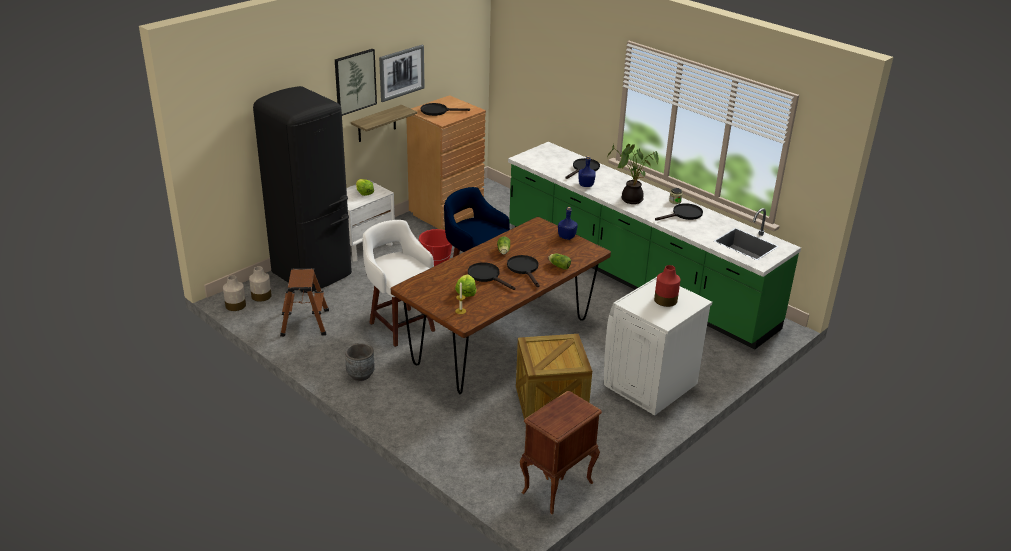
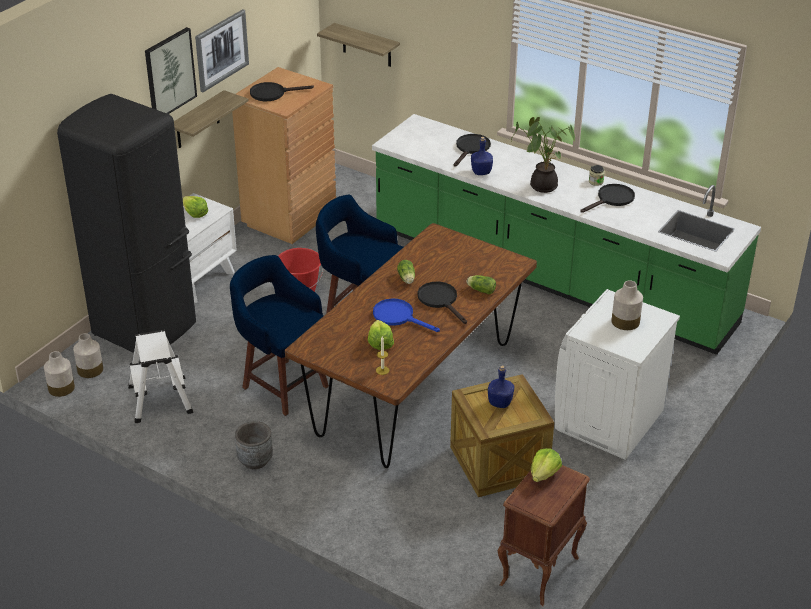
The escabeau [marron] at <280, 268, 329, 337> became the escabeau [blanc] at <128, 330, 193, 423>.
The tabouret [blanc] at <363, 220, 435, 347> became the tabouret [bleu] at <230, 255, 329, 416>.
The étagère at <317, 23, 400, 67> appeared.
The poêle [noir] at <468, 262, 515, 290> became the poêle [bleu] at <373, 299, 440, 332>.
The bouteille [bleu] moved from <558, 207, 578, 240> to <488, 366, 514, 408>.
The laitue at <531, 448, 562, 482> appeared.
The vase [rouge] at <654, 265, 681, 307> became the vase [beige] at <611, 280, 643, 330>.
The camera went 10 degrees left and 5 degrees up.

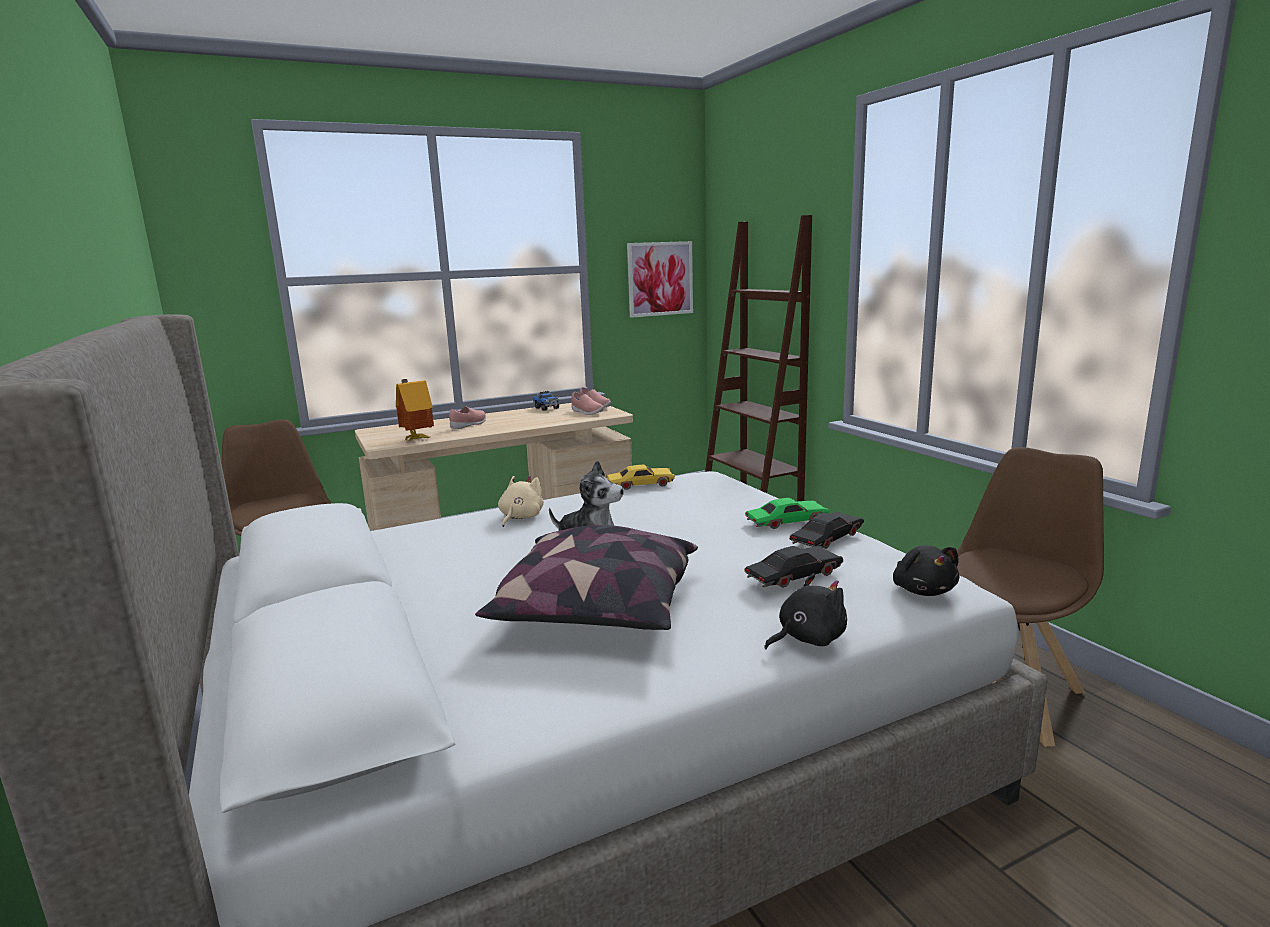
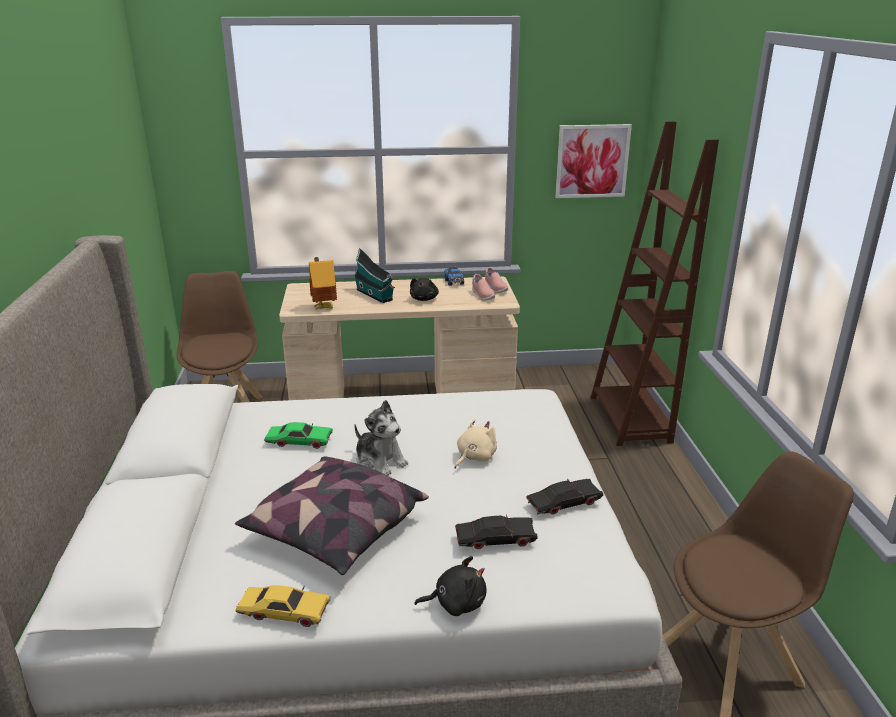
The petite voiture [jaune] moved from <606, 465, 675, 490> to <236, 585, 331, 627>.
The petite voiture [vert] moved from <745, 498, 829, 529> to <264, 422, 333, 449>.
The chaussure [rose] at <449, 407, 486, 429> was replaced by the maison miniature at <353, 248, 395, 303>.
The peluche [noir] moved from <893, 545, 959, 596> to <410, 278, 439, 301>.
The peluche [beige] moved from <498, 476, 544, 527> to <454, 419, 497, 469>.
The camera went 20 degrees right and 10 degrees up.

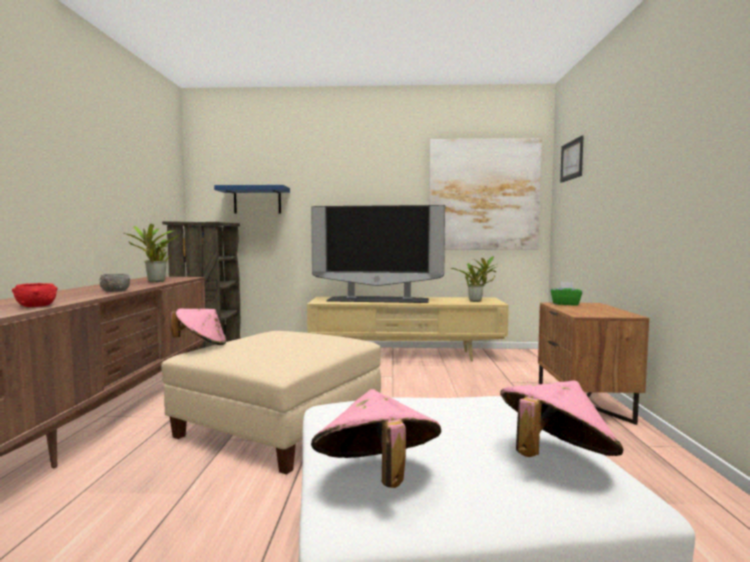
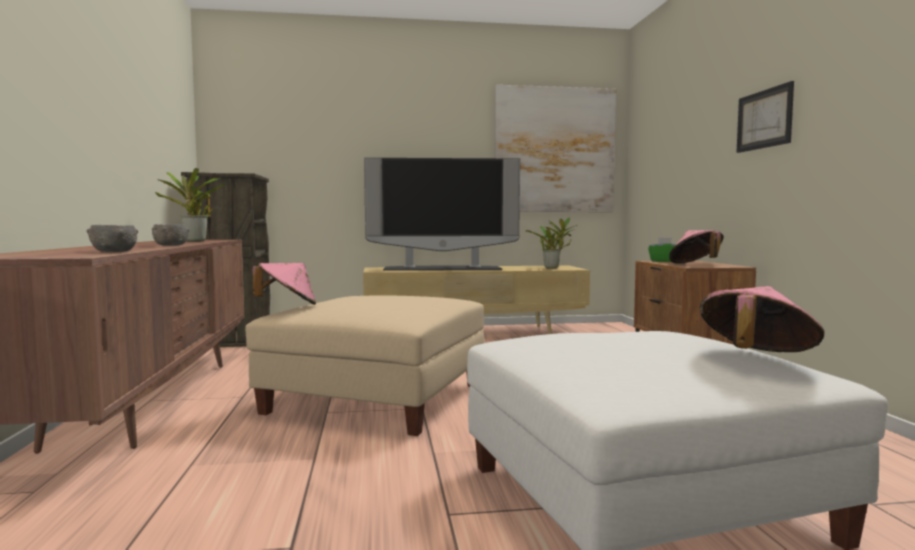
The bol [rouge] at <12, 283, 58, 307> became the bol [gris] at <87, 225, 138, 252>.
The chapeau [rose] moved from <311, 389, 441, 488> to <669, 230, 724, 264>.
The tableau moved from <560, 136, 584, 183> to <737, 81, 794, 153>.
The étagère [bleu] at <214, 185, 290, 214> disappeared.
The camera went 10 degrees left and 0 degrees up.

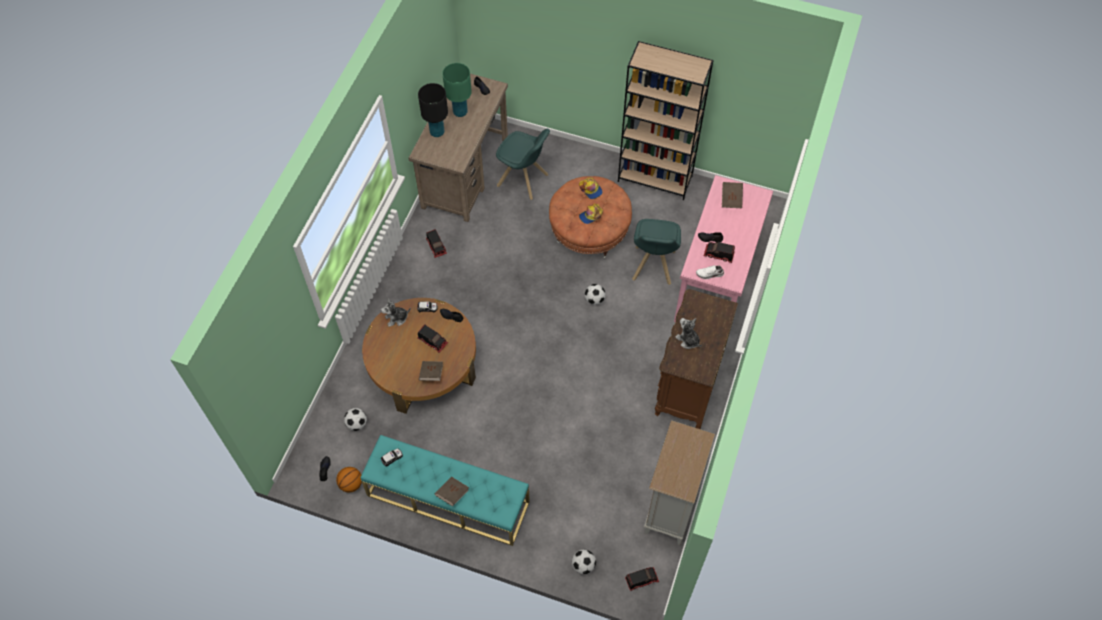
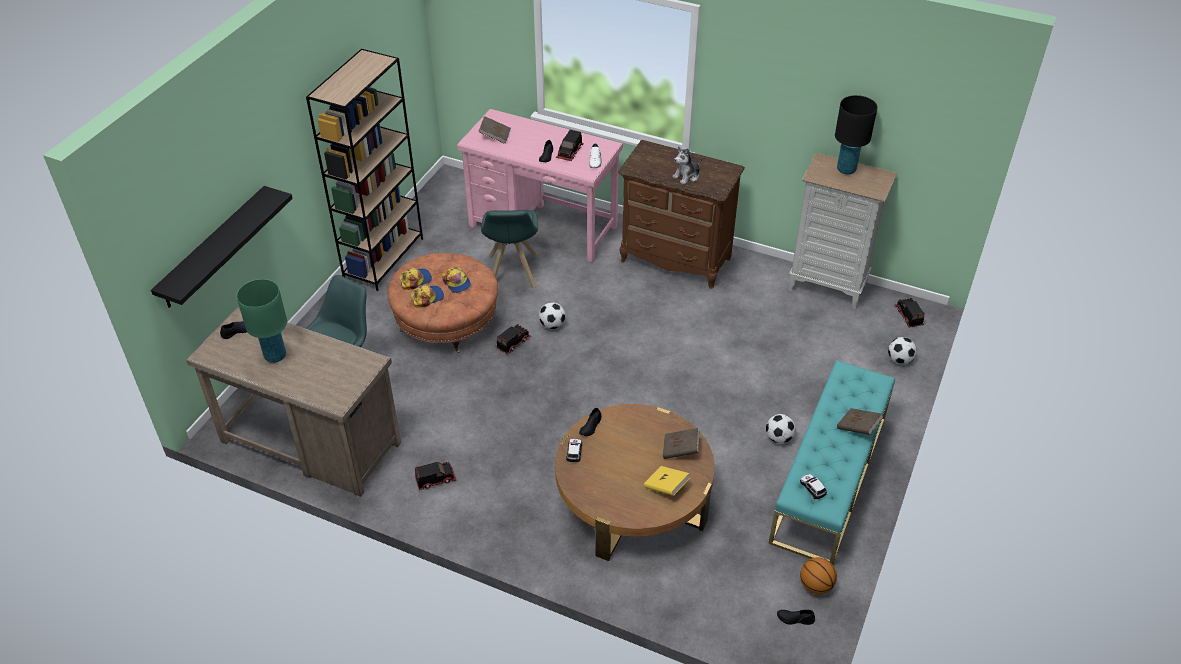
The étagère [noir] at <151, 186, 293, 308> appeared.
The casquette at <411, 285, 444, 308> appeared.
The chaise [turquoise] at <632, 219, 681, 285> turned 75 degrees clockwise.
The camion jouet moved from <418, 325, 448, 353> to <495, 324, 531, 355>.
The livre [jaune] at <644, 466, 691, 496> appeared.
The ballon de foot moved from <344, 408, 367, 431> to <766, 414, 796, 444>.
The lampe de table [noir] moved from <418, 83, 448, 137> to <835, 95, 878, 175>.
The peluche at <381, 299, 411, 327> disappeared.
The camera went 85 degrees left and 15 degrees down.

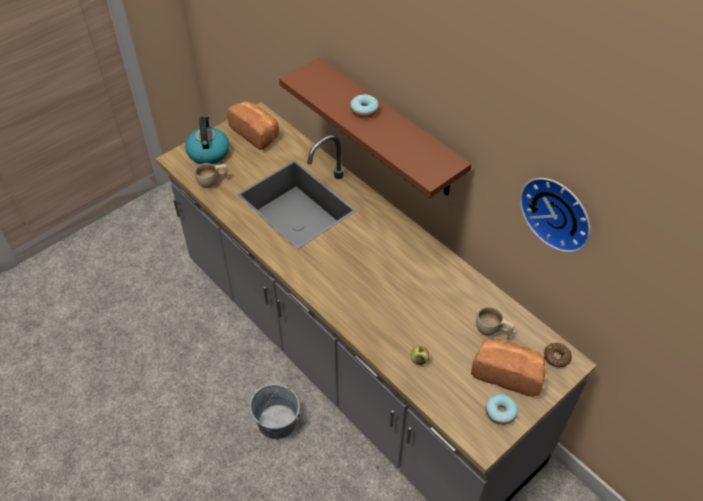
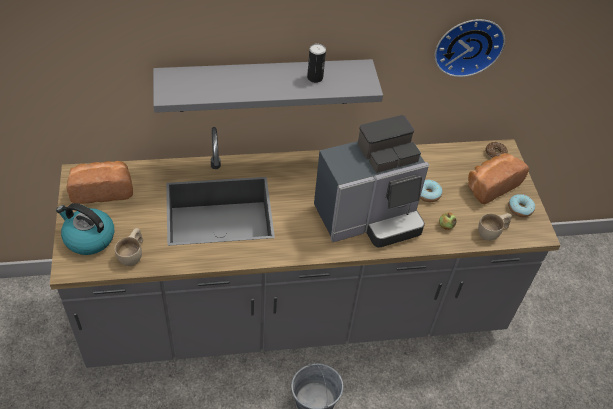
The étagère [marron] at <279, 58, 471, 198> became the étagère [gris] at <153, 59, 383, 113>.
The boîte métallique at <307, 44, 326, 83> appeared.
The machine à café at <314, 115, 429, 247> appeared.
The beignet moved from <350, 94, 379, 118> to <420, 180, 442, 202>.
The tasse [beige] moved from <476, 307, 514, 340> to <478, 213, 512, 241>.
The camera went 60 degrees left and 0 degrees up.

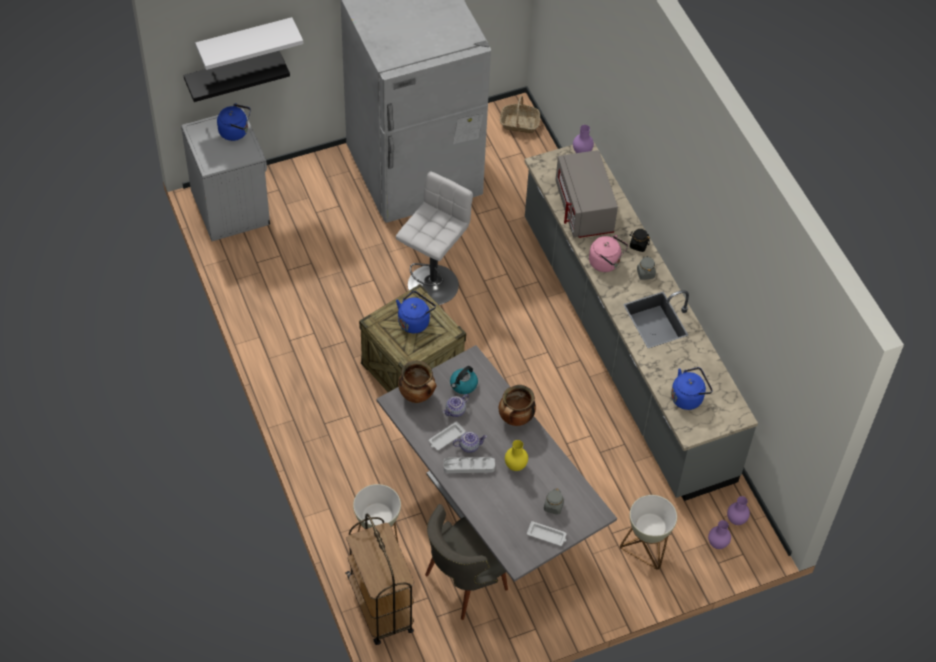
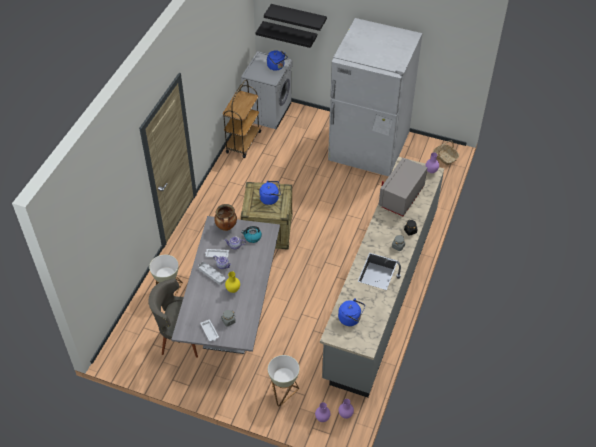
The chariot [marron] moved from <346, 513, 414, 645> to <223, 80, 261, 158>.
The étagère [blanc] at <195, 17, 303, 70> became the étagère [noir] at <264, 4, 327, 31>.
The tabouret [blanc] at <396, 172, 473, 305> disappeared.
The marmite at <499, 385, 536, 426> disappeared.
The bouilloire [rose] at <589, 235, 628, 272> disappeared.
The camera went 45 degrees right and 5 degrees down.

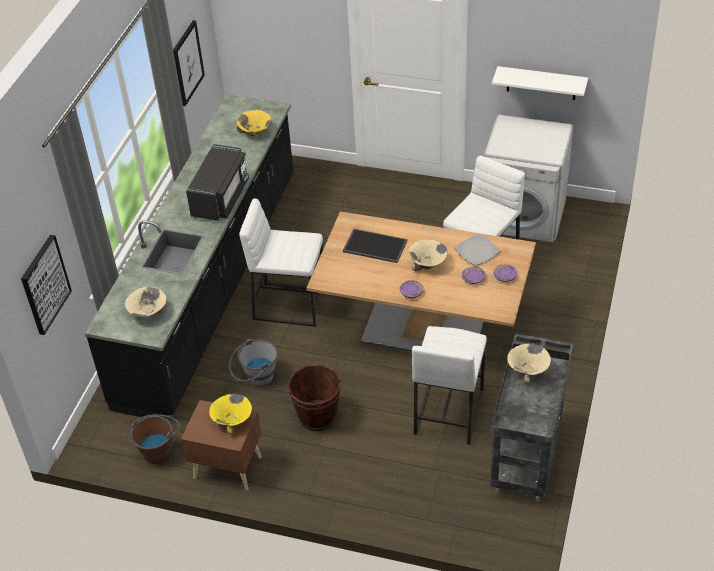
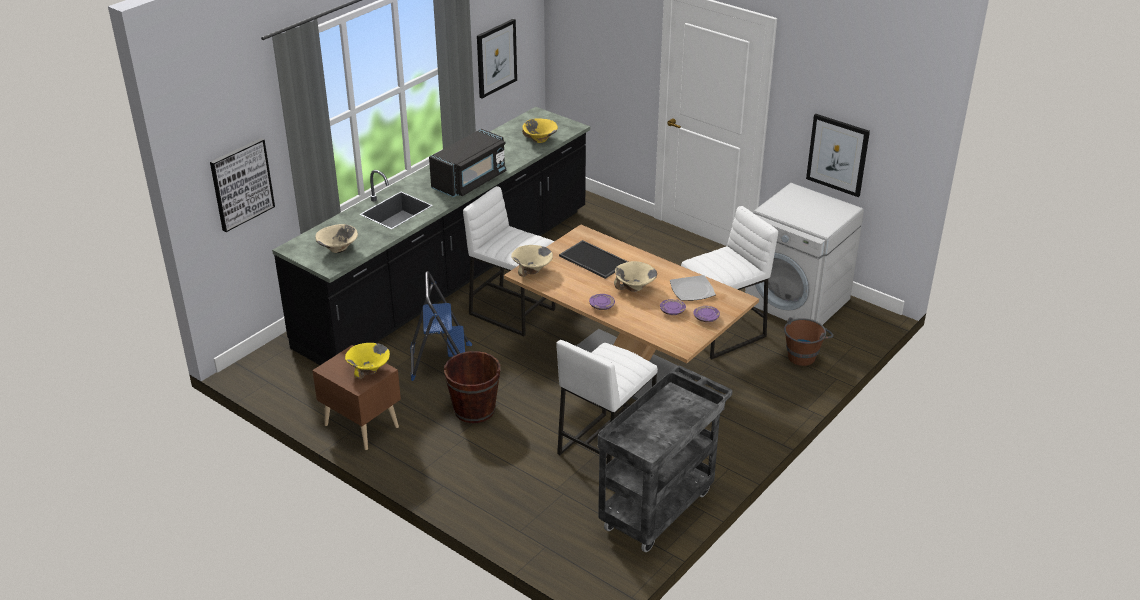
The seau [gris] at <229, 339, 278, 386> was replaced by the escabeau [bleu] at <410, 271, 472, 381>.
The bol [beige] moved from <507, 344, 551, 384> to <511, 245, 553, 277>.
The seau [marron] moved from <131, 414, 181, 464> to <784, 317, 833, 366>.
The étagère [blanc] at <492, 66, 588, 100> was replaced by the tableau at <806, 114, 870, 197>.
The camera went 20 degrees right and 10 degrees down.

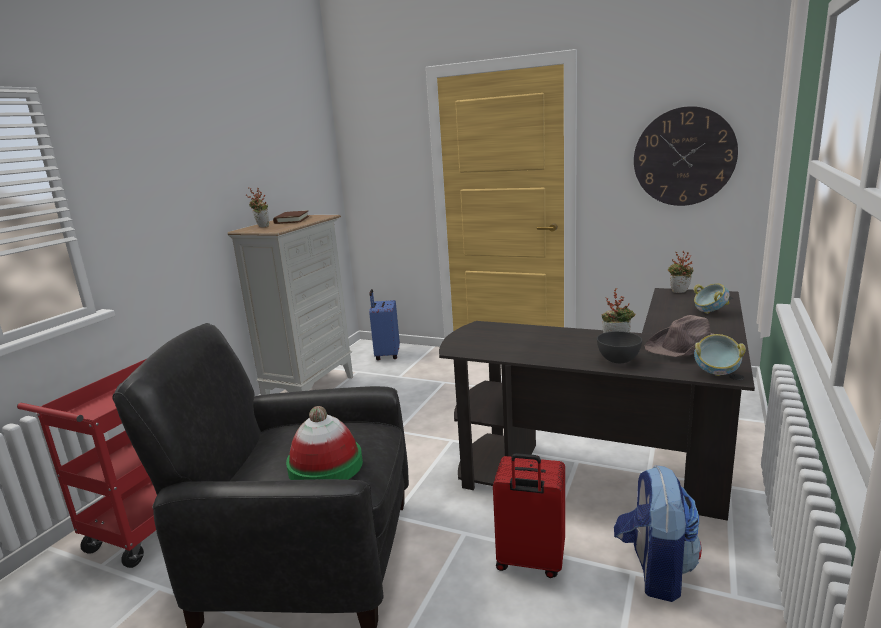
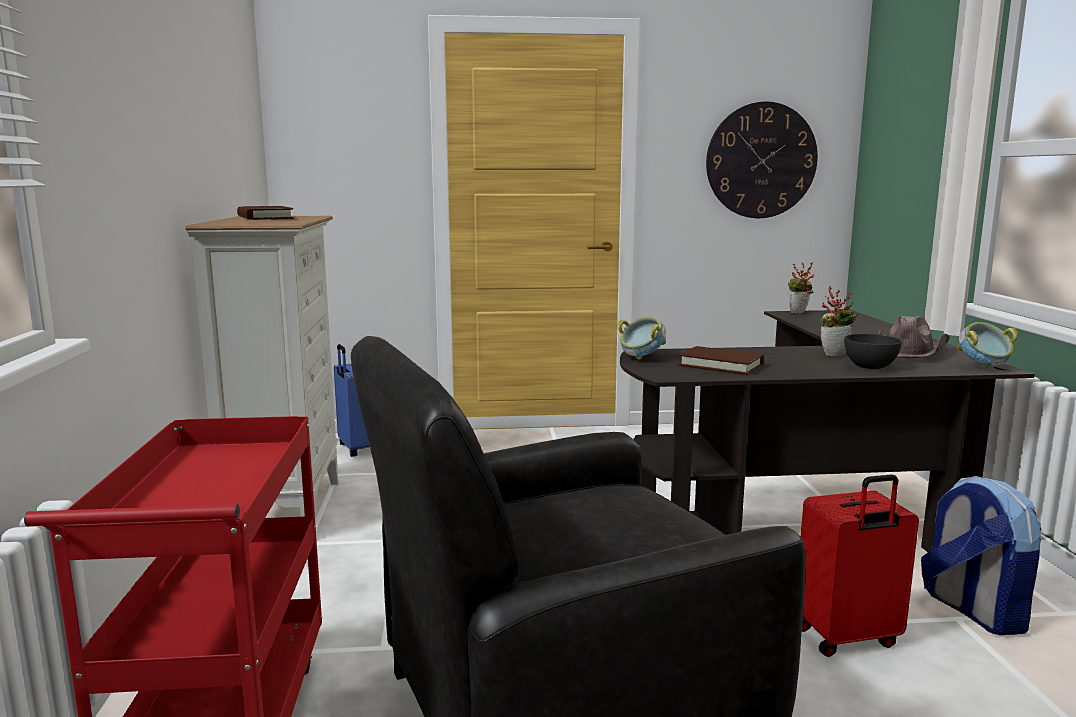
The bol moved from <694, 283, 730, 314> to <617, 316, 666, 360>.
The livre [marron] at <678, 346, 764, 375> appeared.
The plante en pot at <246, 187, 269, 227> disappeared.
The chapeau at <286, 406, 363, 480> disappeared.
The camera went 30 degrees left and 5 degrees down.

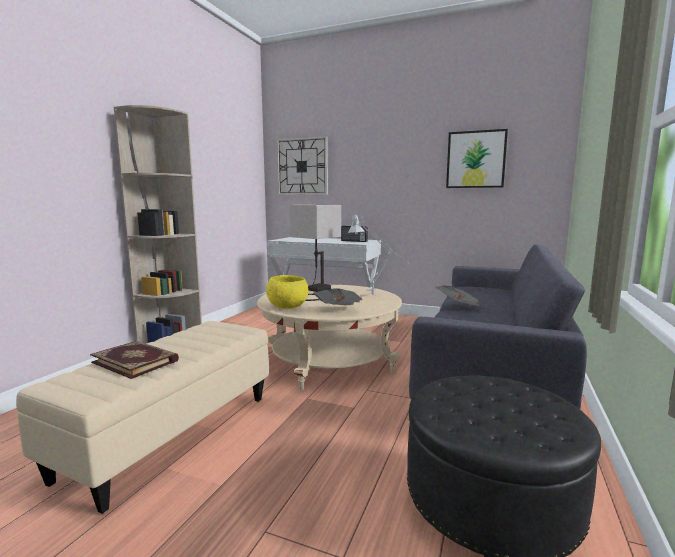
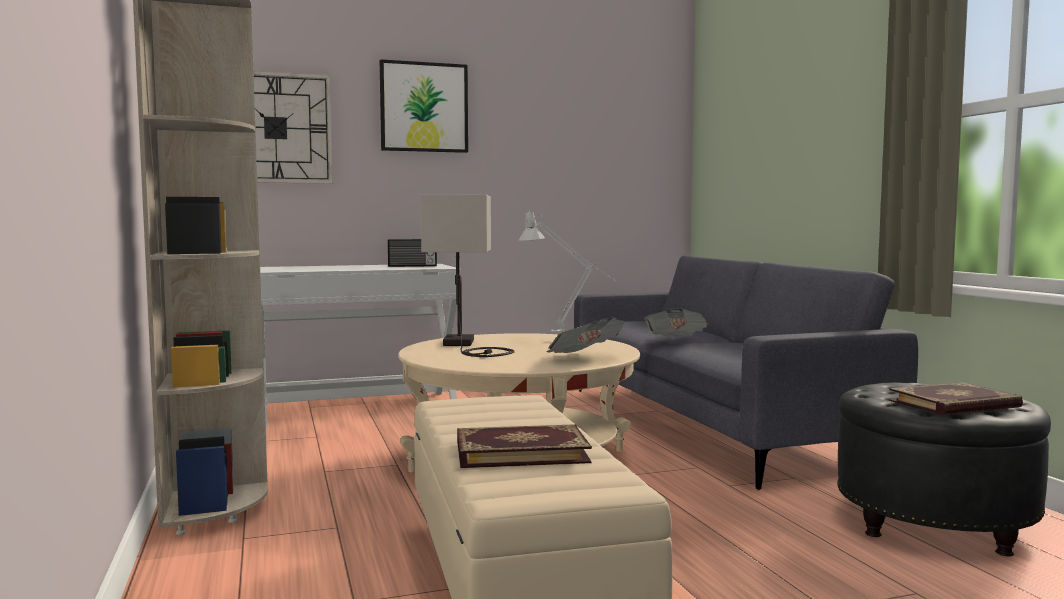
The tableau moved from <446, 129, 508, 188> to <380, 59, 468, 153>.
The livre at <889, 382, 1023, 415> appeared.
The bol [jaune] at <266, 275, 308, 309> disappeared.
The camera went 40 degrees left and 5 degrees down.

